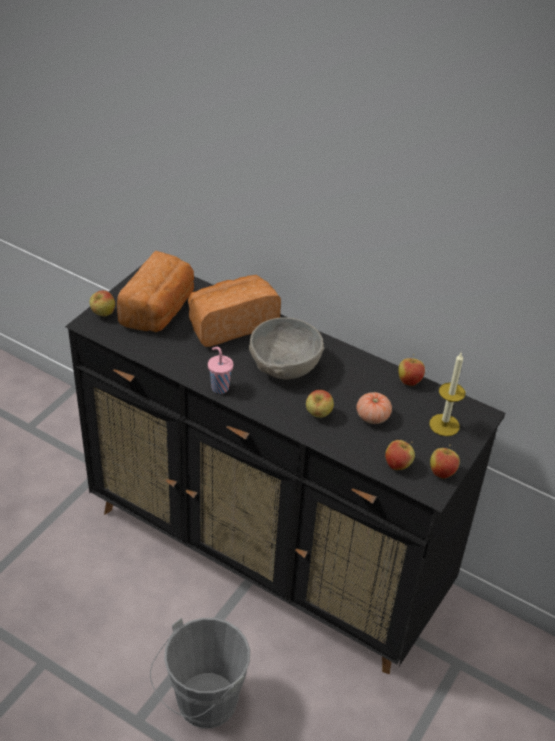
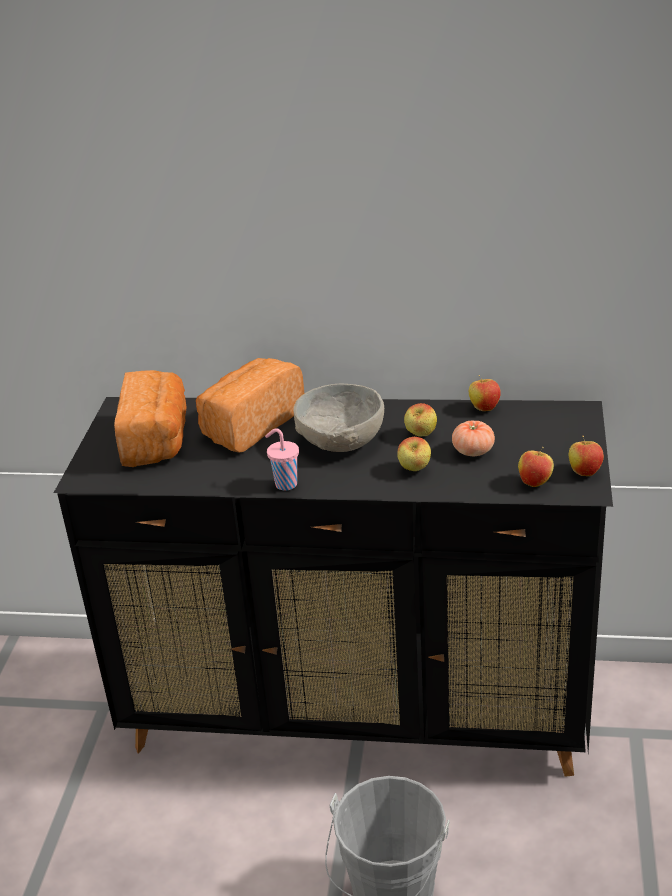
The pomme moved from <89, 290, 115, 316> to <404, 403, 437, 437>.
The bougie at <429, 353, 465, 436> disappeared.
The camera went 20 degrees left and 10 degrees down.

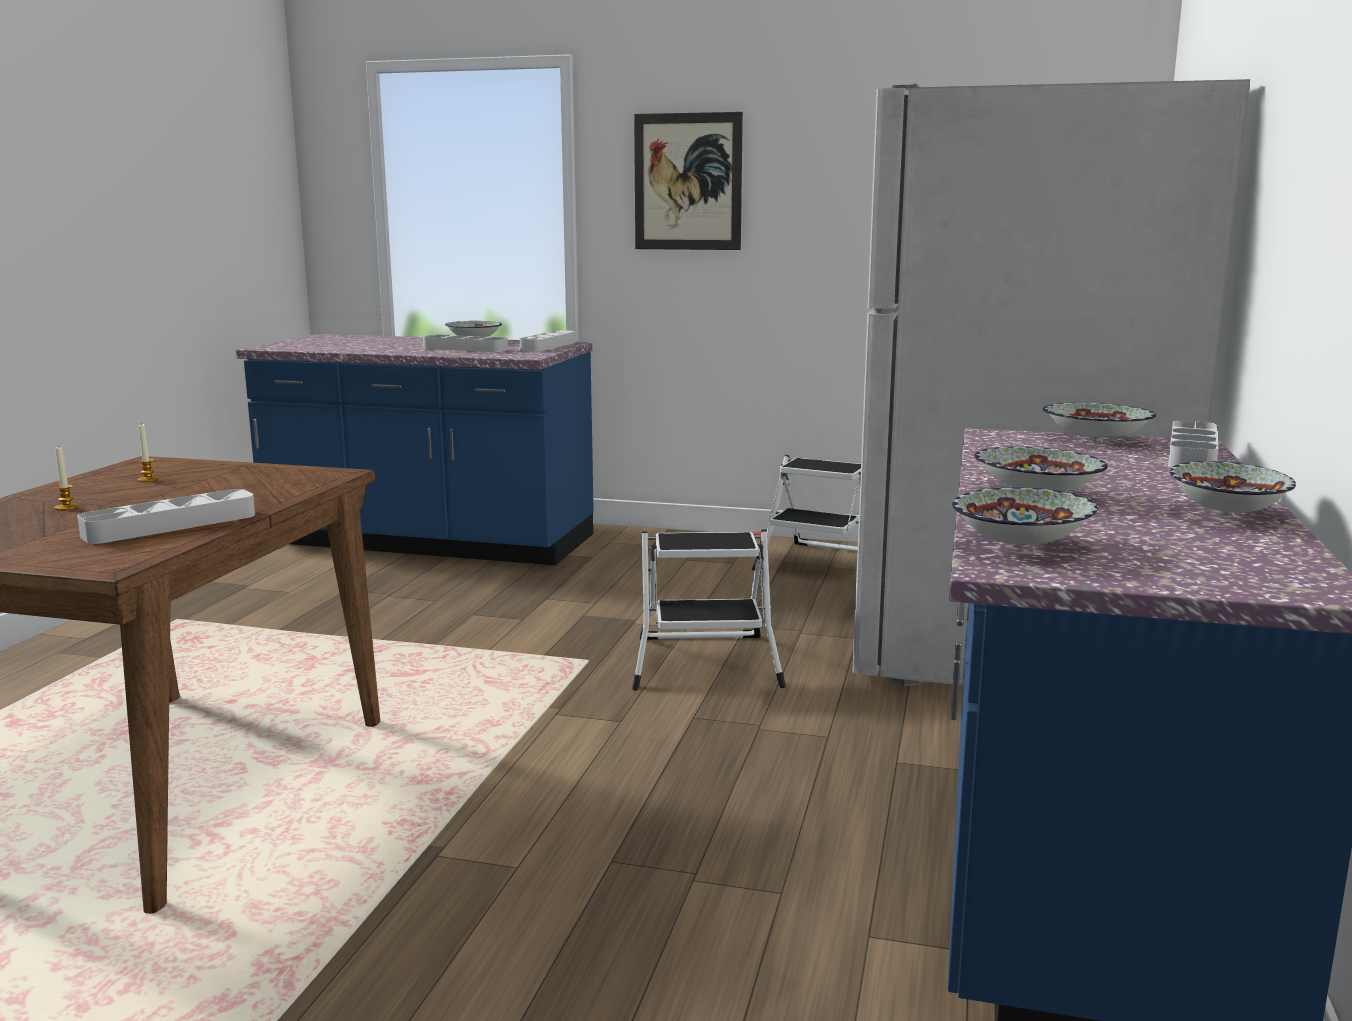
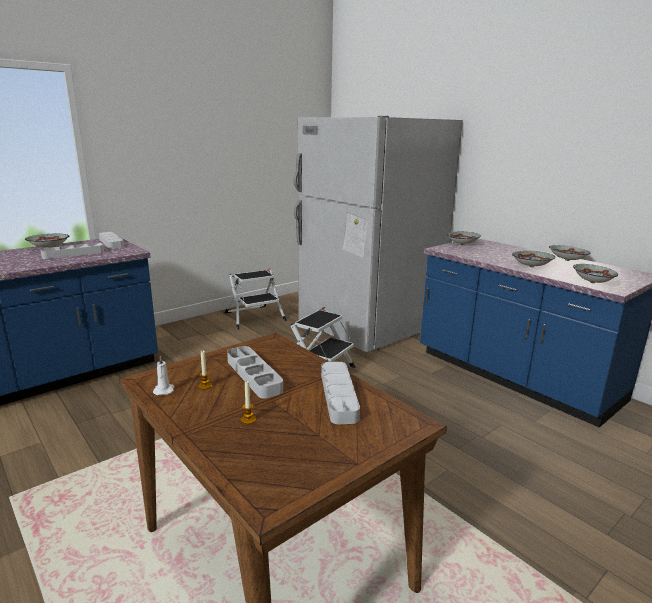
The bougie [blanc] at <153, 355, 174, 395> appeared.
The plateau [gris] moved from <1168, 421, 1219, 467> to <227, 346, 283, 398>.
The tableau at <634, 112, 743, 250> disappeared.
The camera went 55 degrees left and 5 degrees up.

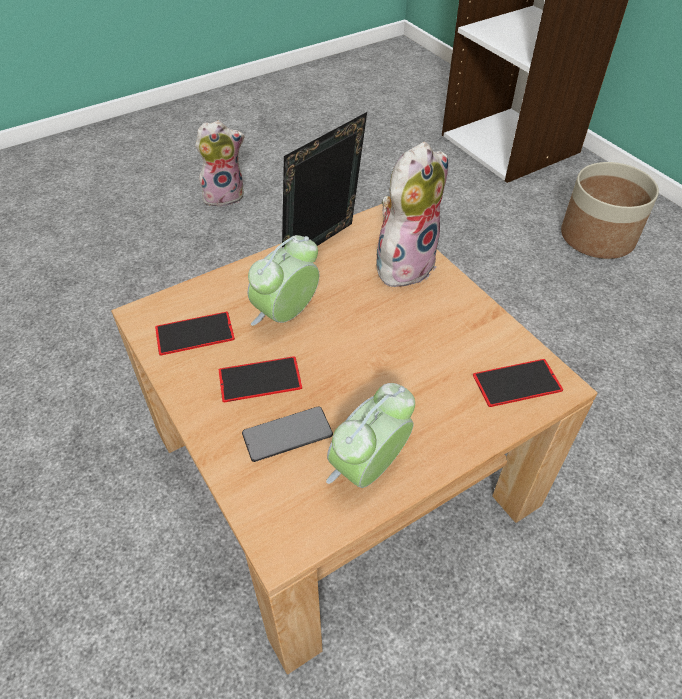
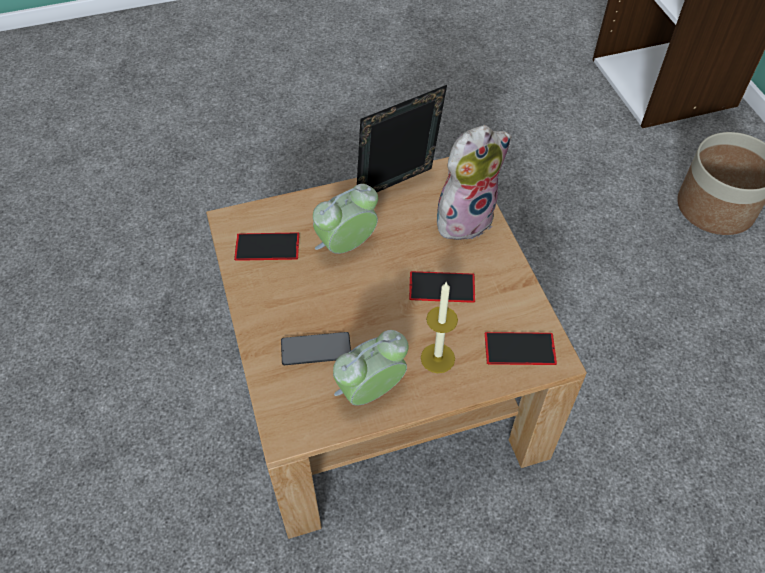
The téléphone moved from <219, 356, 302, 402> to <409, 271, 475, 303>.
The bougie at <421, 281, 458, 373> appeared.
The peluche at <195, 121, 245, 207> disappeared.
The camera went 15 degrees right and 5 degrees up.

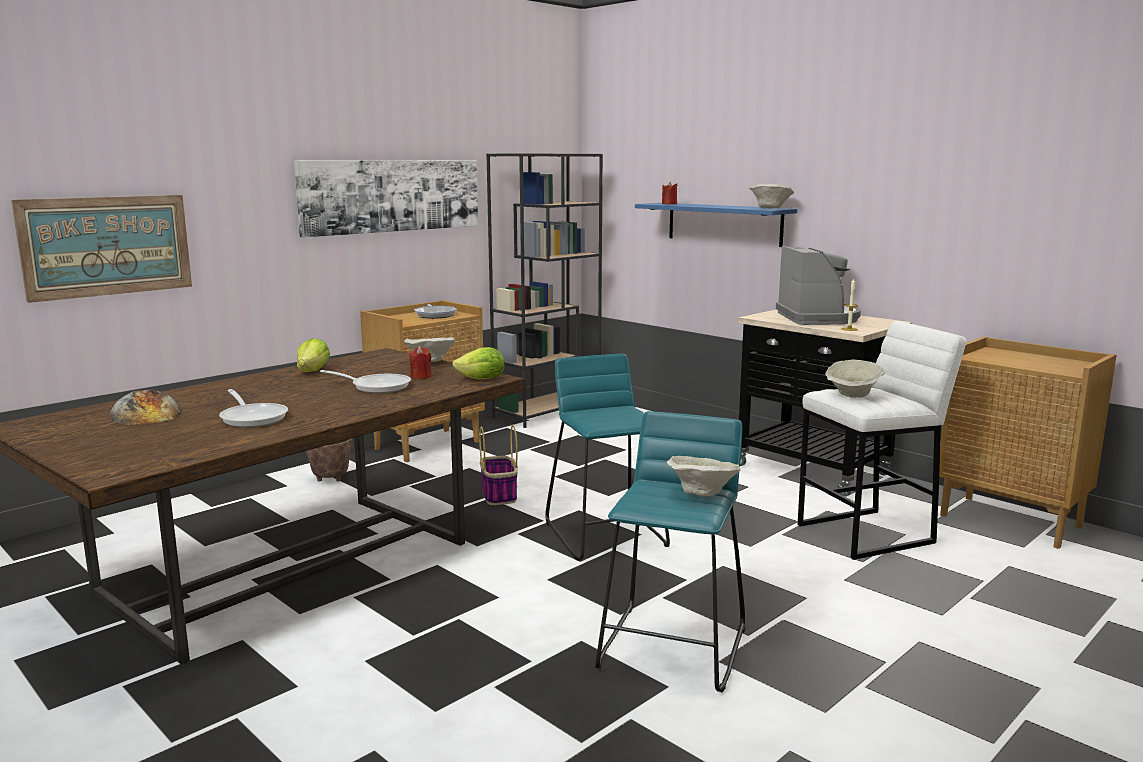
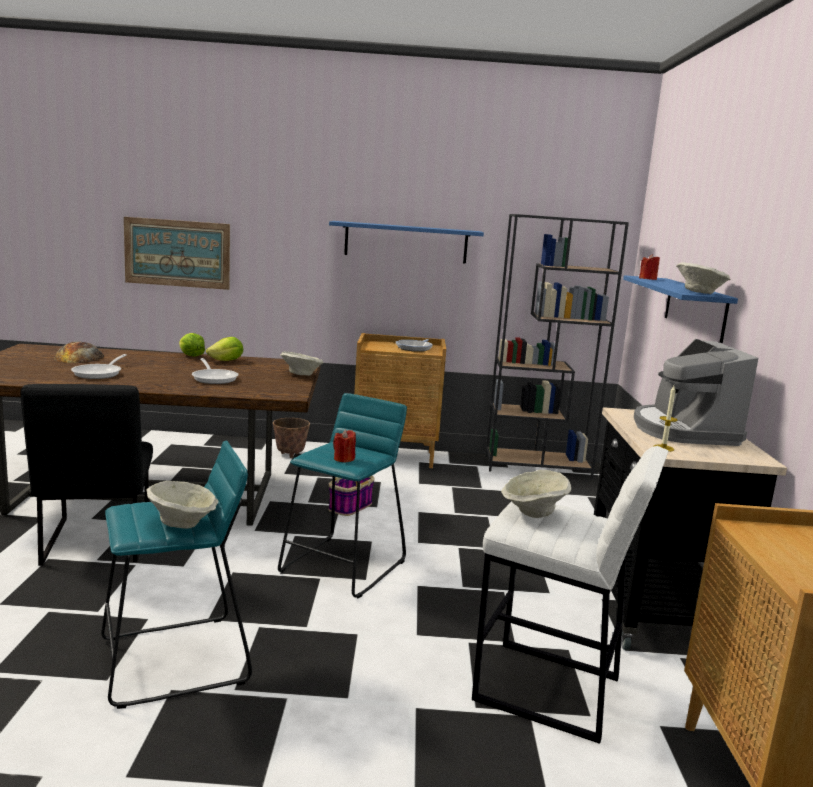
The chaise [noir] at <20, 384, 153, 566> appeared.
The laitue moved from <452, 347, 505, 379> to <179, 333, 205, 357>.
The tableau at <294, 160, 478, 238> was replaced by the étagère [bleu] at <329, 221, 484, 264>.
The bougie [rouge] moved from <409, 346, 432, 379> to <333, 430, 356, 463>.
The machine à café at <776, 246, 861, 325> turned 135 degrees clockwise.
The camera went 45 degrees right and 0 degrees up.

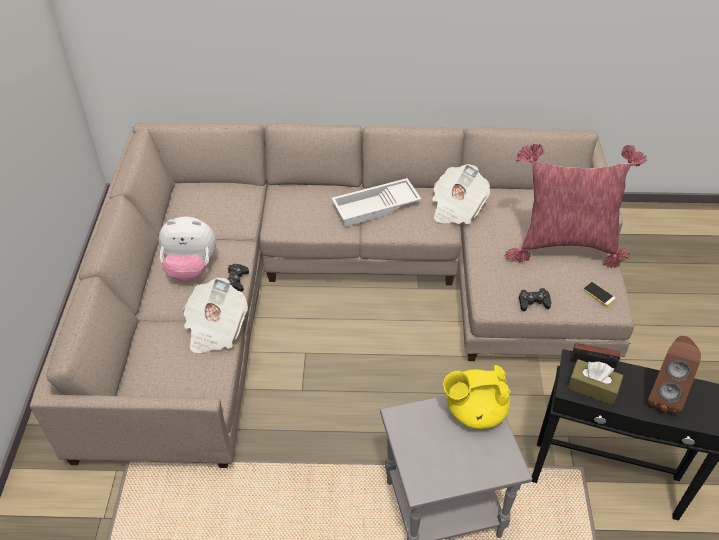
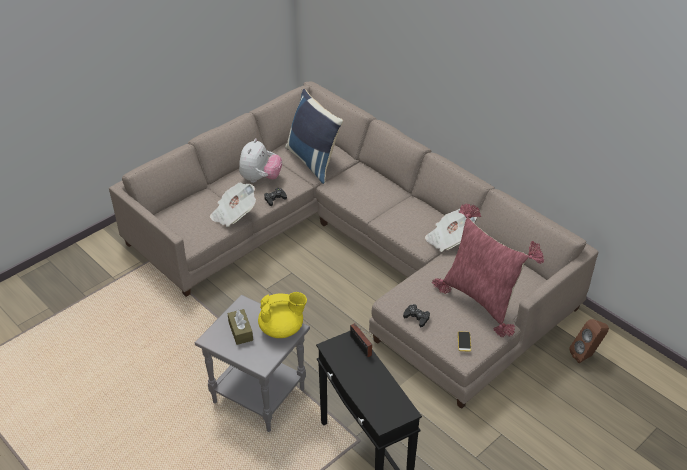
The boîte à mouchoirs [marron] moved from <568, 359, 623, 405> to <228, 309, 253, 345>.
The peluche at <159, 217, 216, 282> turned 120 degrees counterclockwise.
The théière [jaune] at <443, 365, 511, 429> turned 135 degrees clockwise.
The coussin [bleu] at <285, 89, 343, 184> appeared.
The enceinte [marron] moved from <648, 336, 701, 413> to <569, 319, 609, 363>.
The plateau [blanc] at <331, 178, 421, 227> disappeared.
The camera went 45 degrees right and 5 degrees down.

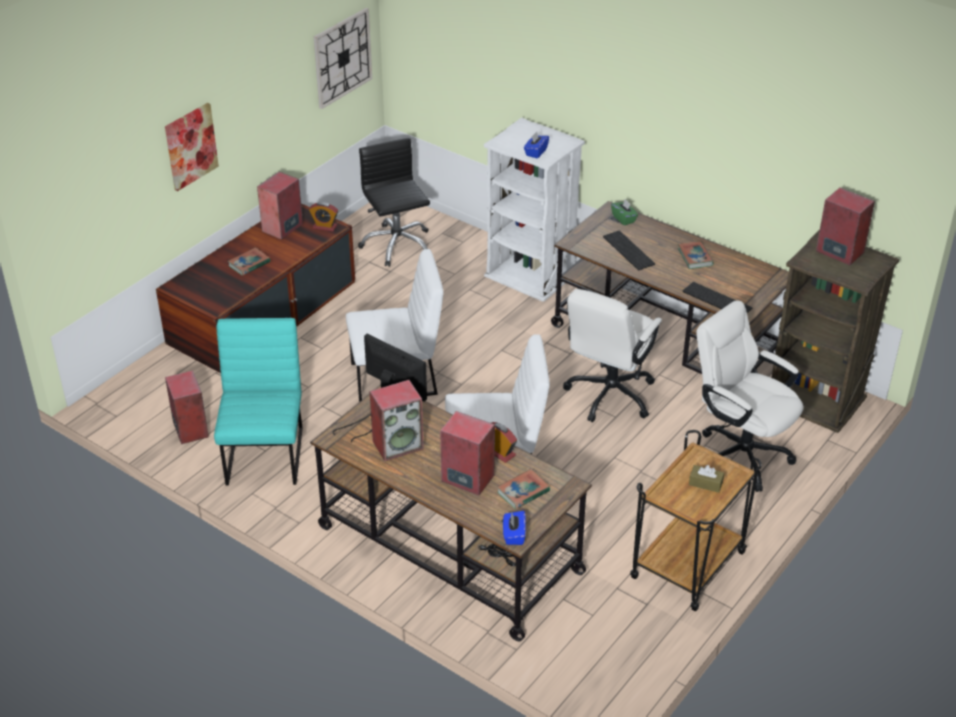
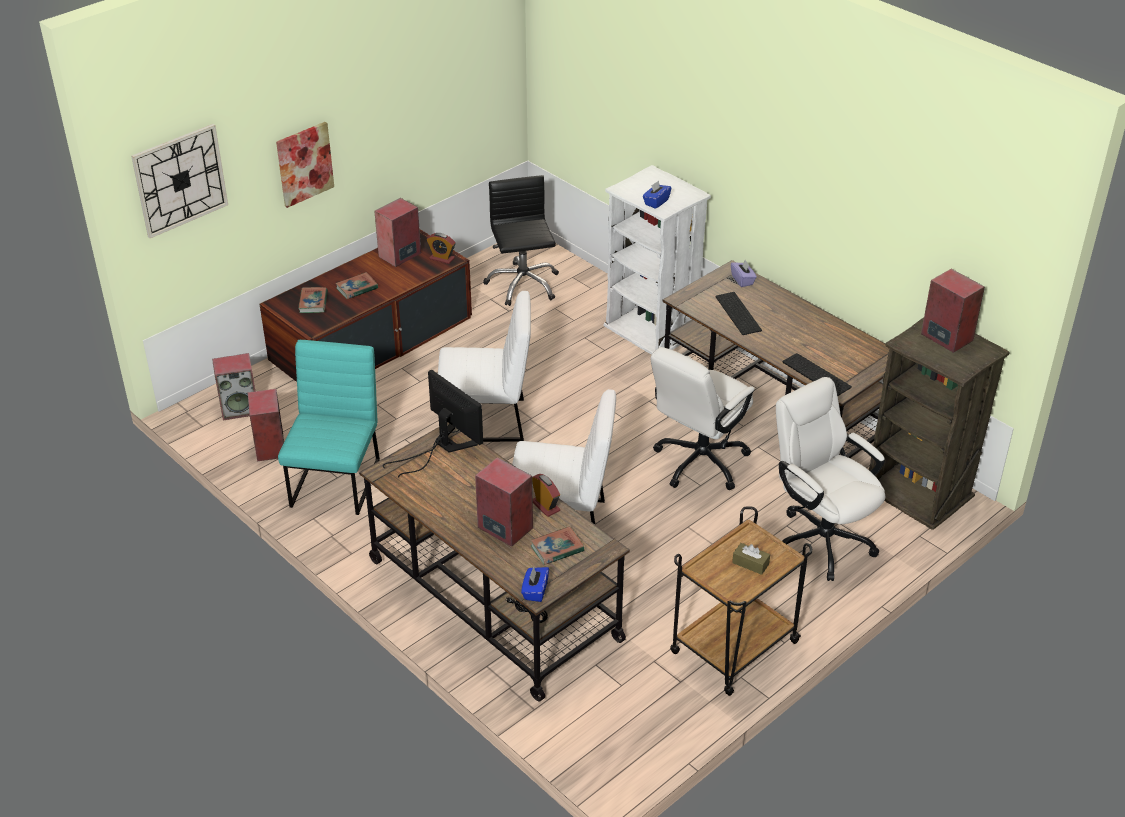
The horloge murale moved from <314, 8, 372, 109> to <131, 124, 228, 238>.
The enceinte moved from <370, 380, 424, 461> to <212, 353, 255, 421>.
The livre moved from <678, 241, 714, 269> to <298, 287, 328, 313>.
The boîte à mouchoirs [vert] at <611, 199, 638, 225> became the boîte à mouchoirs [violet] at <731, 260, 757, 287>.
The camera went 10 degrees right and 0 degrees up.

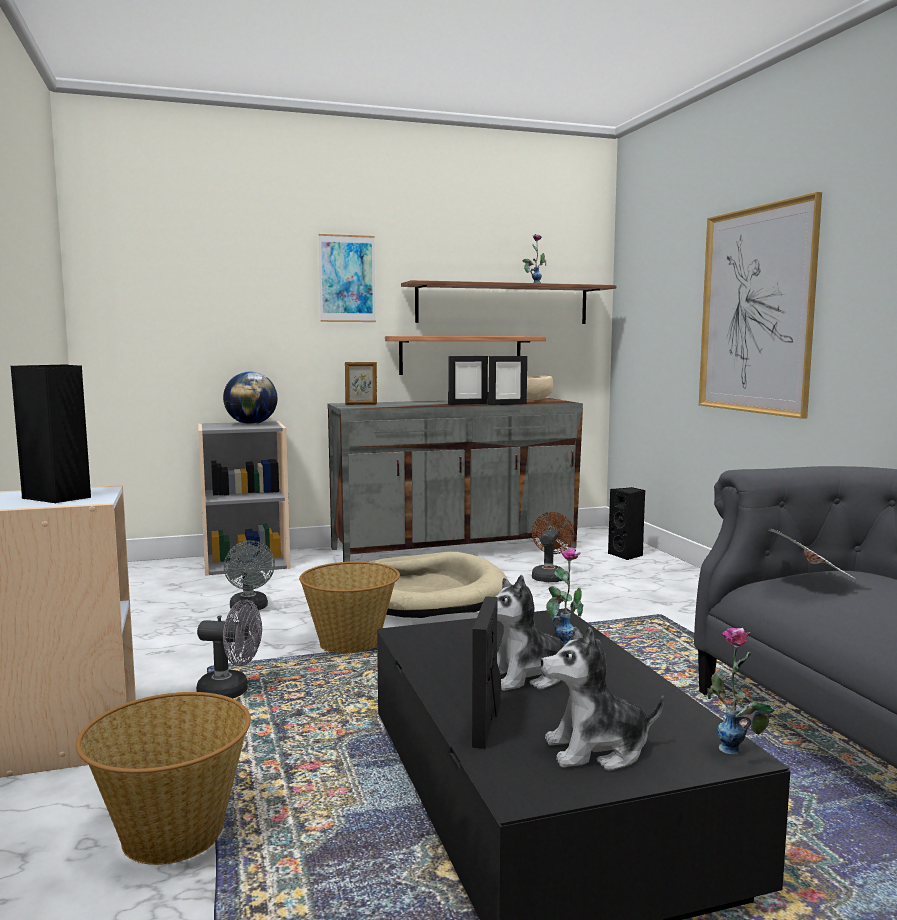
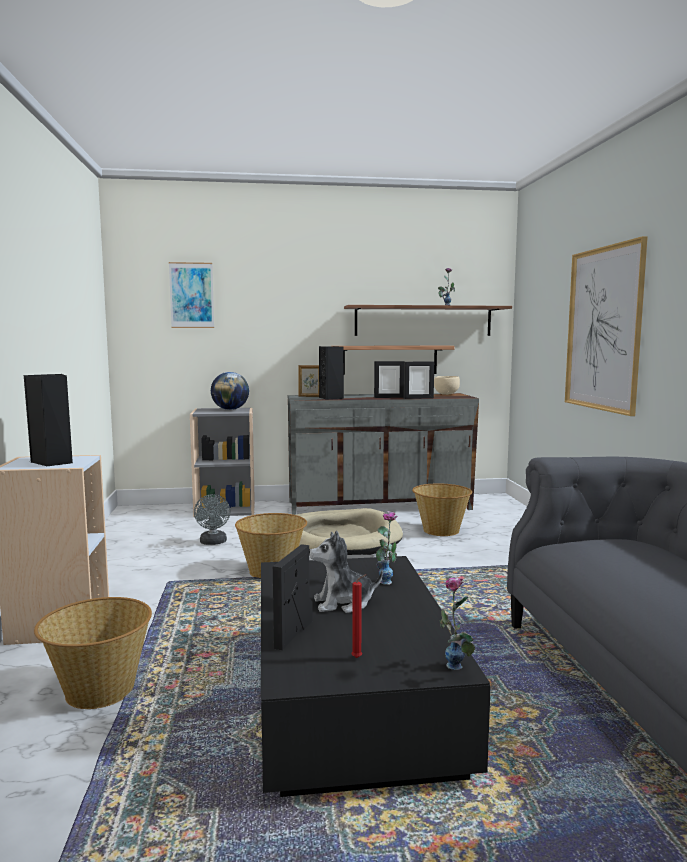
The tableau moved from <318, 234, 376, 322> to <169, 262, 214, 328>.
The enceinte [noir] moved from <608, 487, 645, 560> to <319, 346, 344, 400>.
The peluche at <541, 627, 664, 771> was replaced by the bougie [rouge] at <351, 574, 366, 658>.
The ventilateur [marron] at <532, 512, 574, 582> was replaced by the panier at <412, 483, 472, 536>.
The ventilateur [gris] at <196, 599, 262, 699> disappeared.
The journal at <769, 528, 873, 586> disappeared.
The camera went 10 degrees right and 0 degrees up.

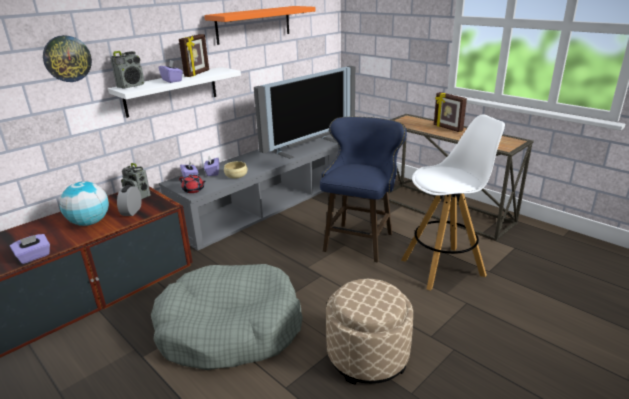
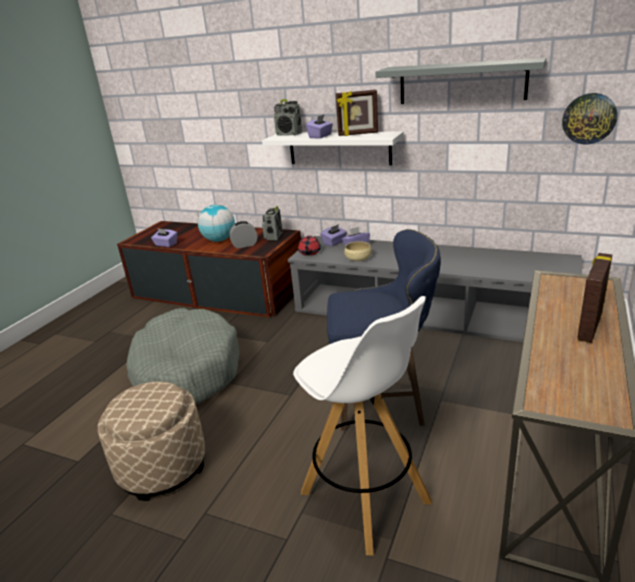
The étagère [orange] at <204, 6, 315, 45> became the étagère [gris] at <375, 58, 547, 104>.
The horloge murale moved from <43, 35, 92, 82> to <562, 93, 617, 144>.
The téléviseur at <254, 66, 355, 159> disappeared.
The camera went 70 degrees right and 0 degrees up.

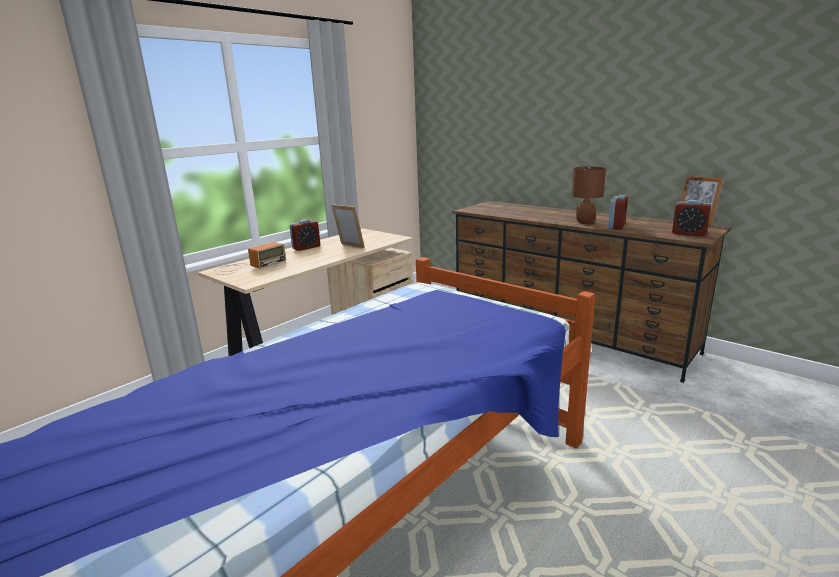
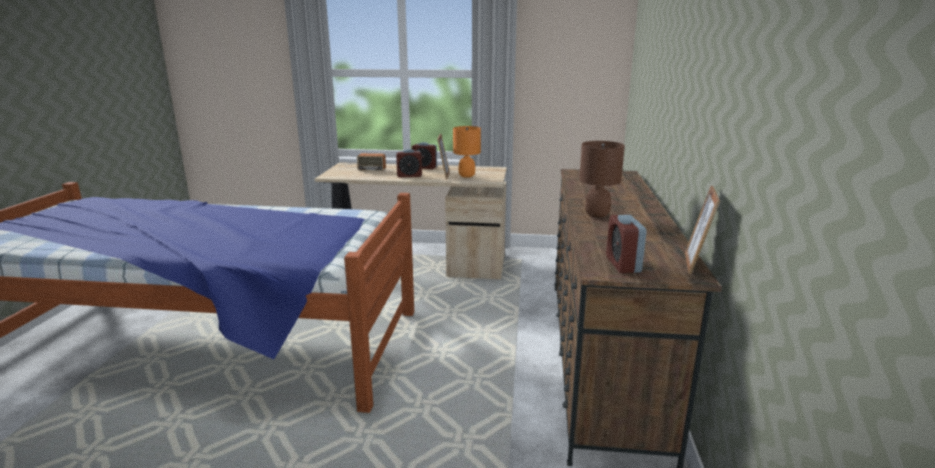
The réveil moved from <608, 195, 628, 229> to <396, 149, 422, 178>.
The lampe de table [orange] at <453, 126, 481, 178> appeared.
The camera went 55 degrees right and 0 degrees up.

